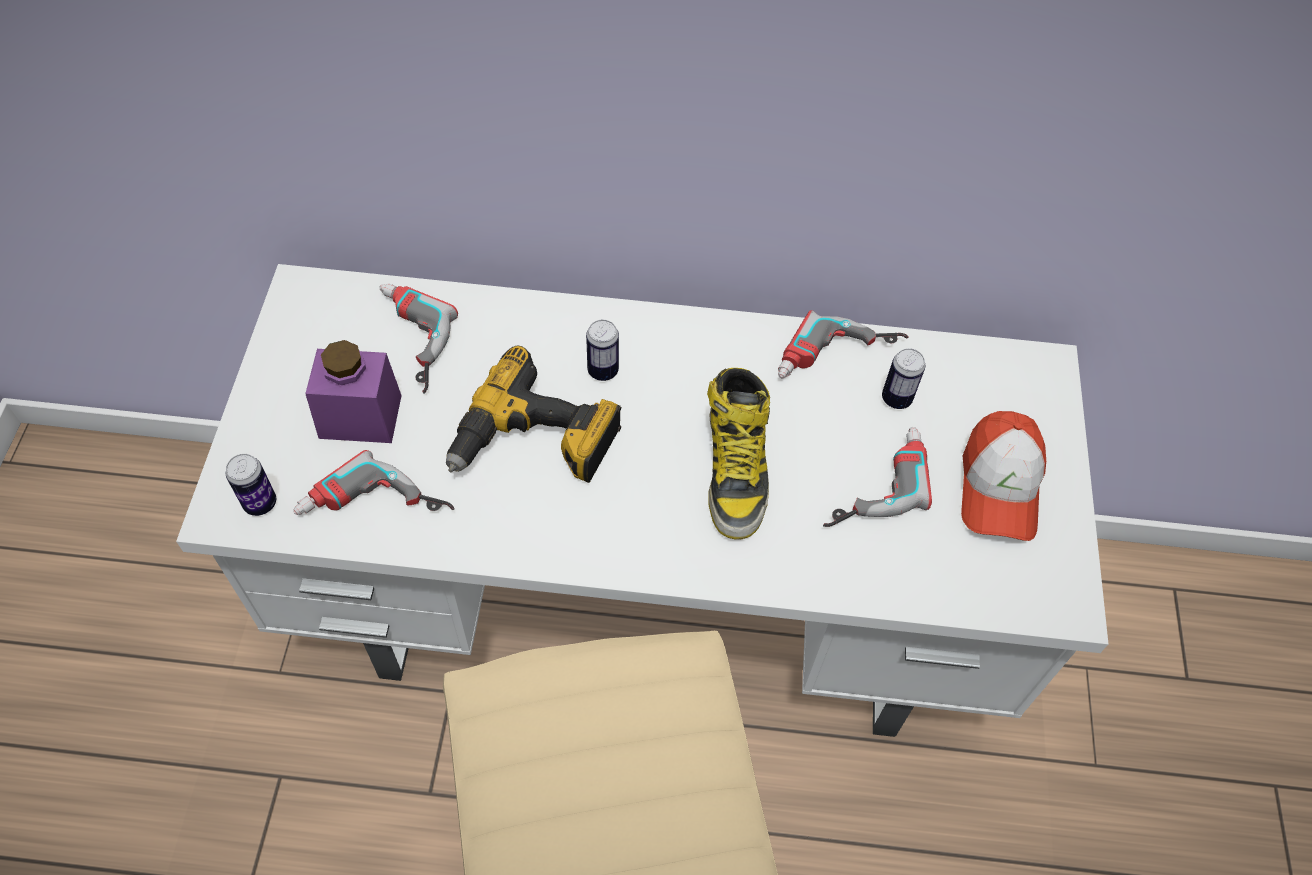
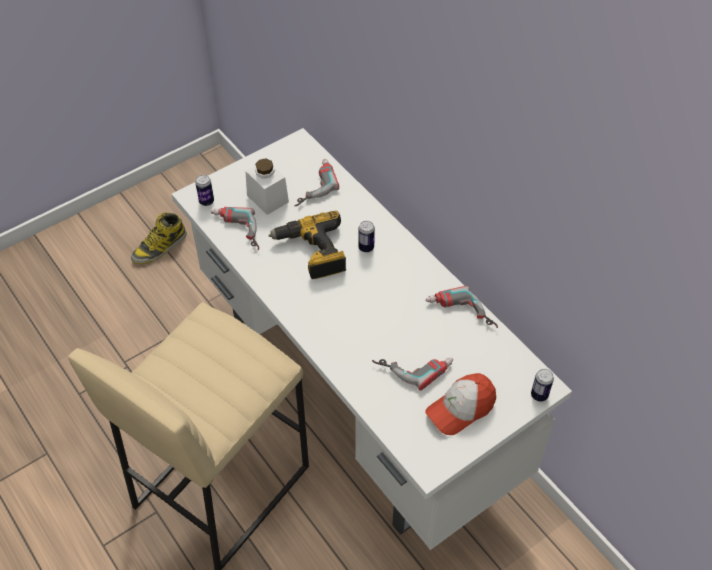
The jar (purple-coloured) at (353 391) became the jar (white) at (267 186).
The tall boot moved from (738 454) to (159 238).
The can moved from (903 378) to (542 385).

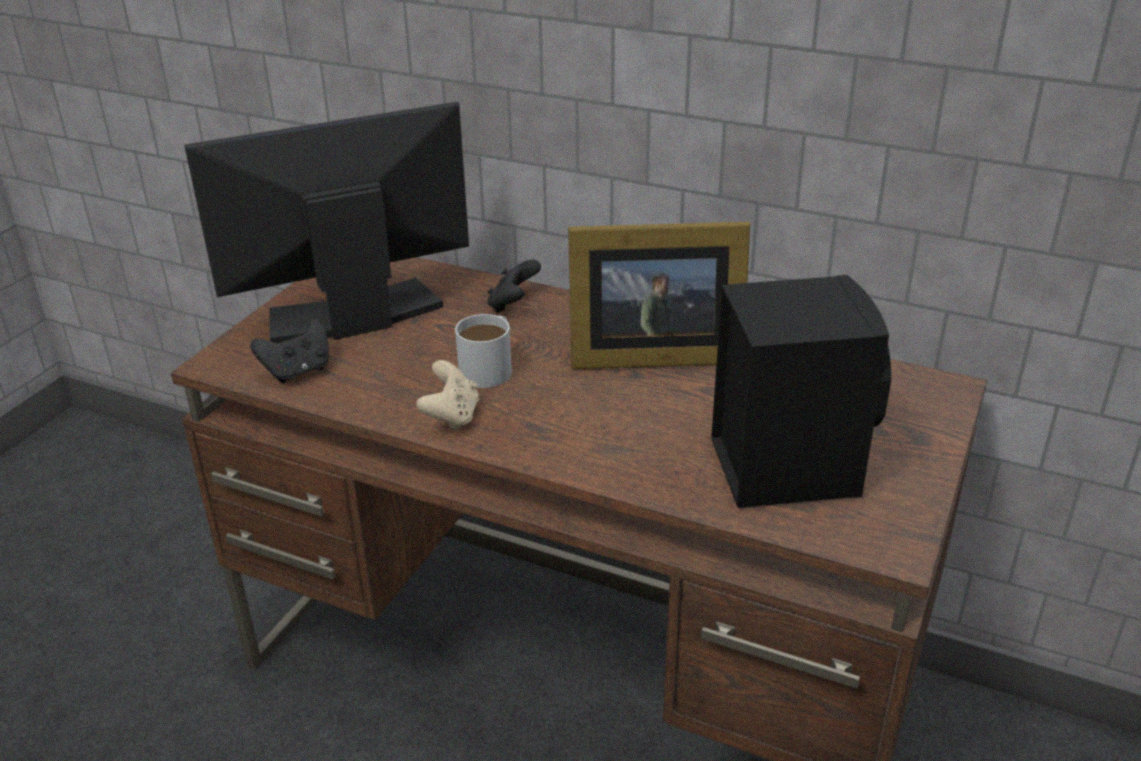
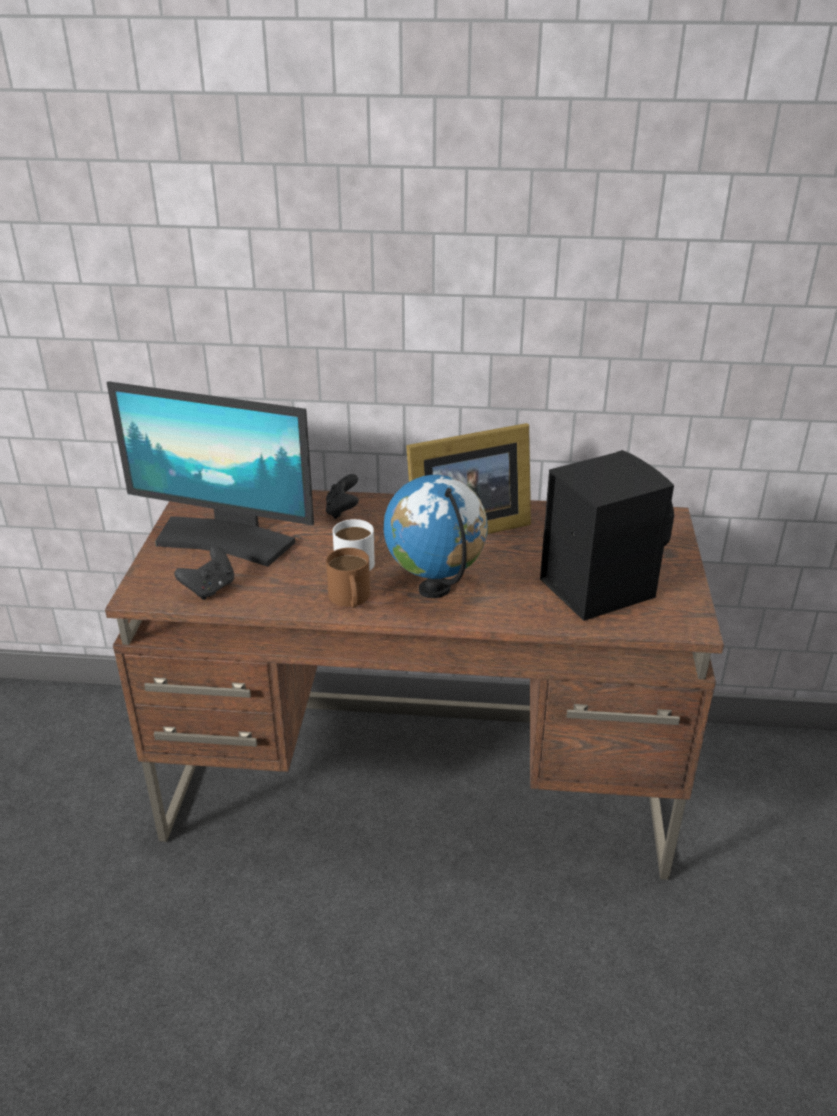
The computer screen at (326 222) turned 120 degrees counterclockwise.
The joypad (sand-coloured) at (447 395) was replaced by the tea mug (brownish) at (348 578).
The desk globe at (435 536) appeared.

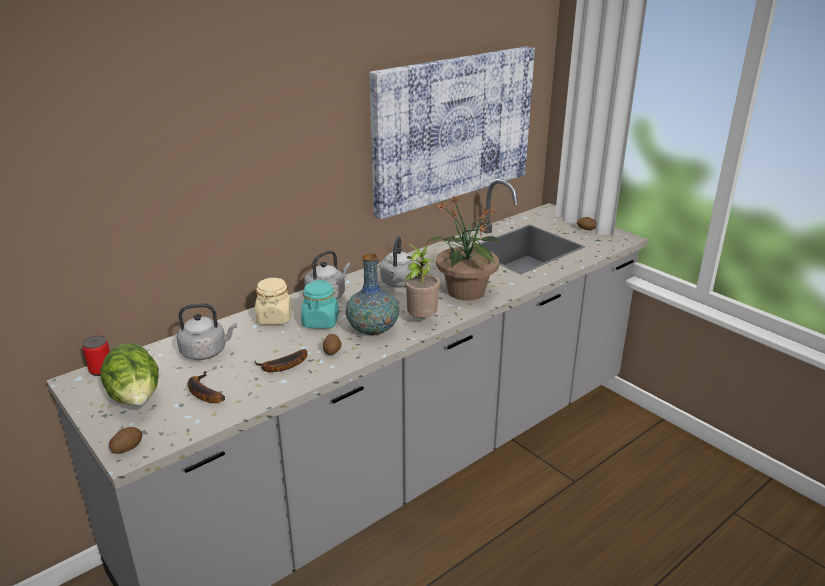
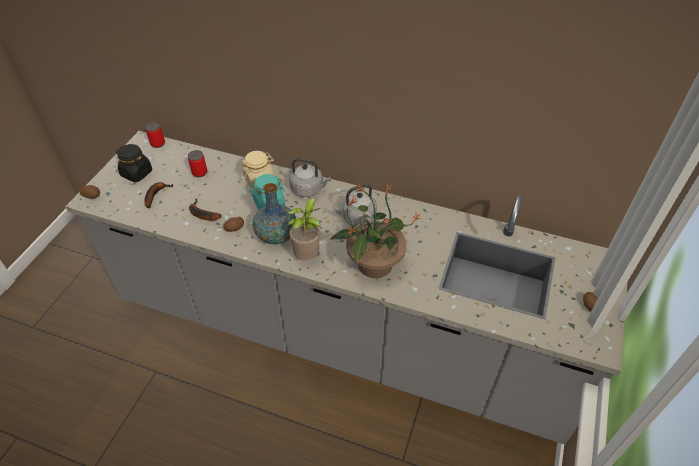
The lettuce head at (129 374) was replaced by the jar (black-coloured) at (134 163).
The tea kettle (grey) at (207 331) was replaced by the can at (197 163).
The wall art at (452 132) disappeared.

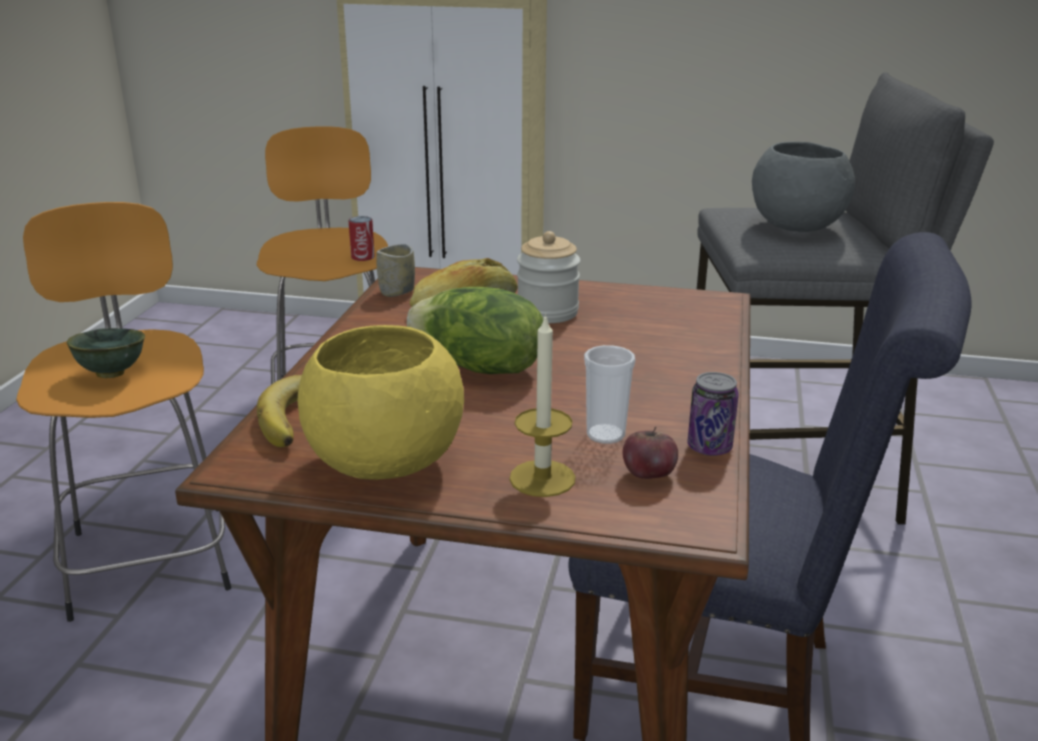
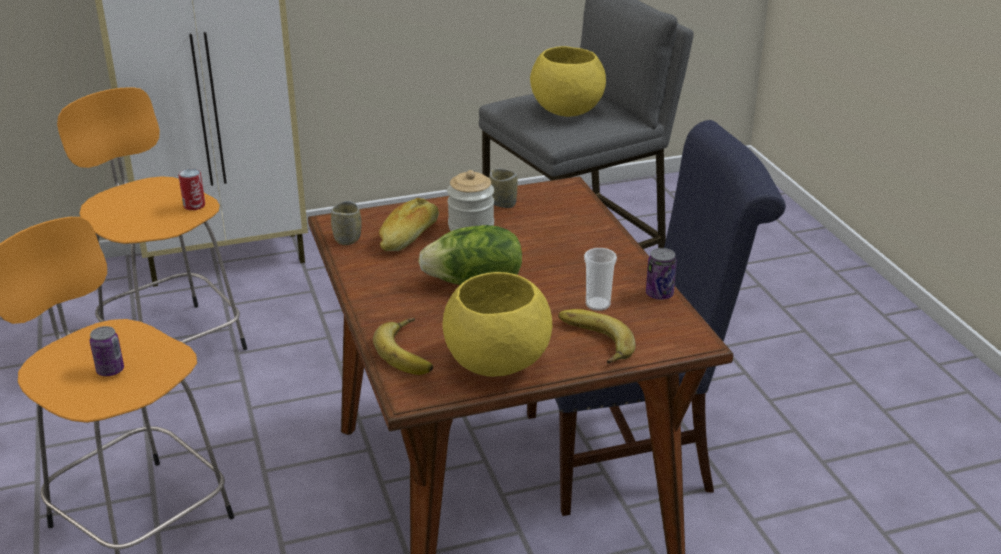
The deep dish (green-coloured) at (106 353) was replaced by the can at (107 351).
The wax candle at (542 405) was replaced by the banana at (597 336).
The apple fruit at (650 453) disappeared.
The deep dish (grey) at (803 187) became the deep dish (yellowish) at (568 81).
The cup at (503 188) appeared.

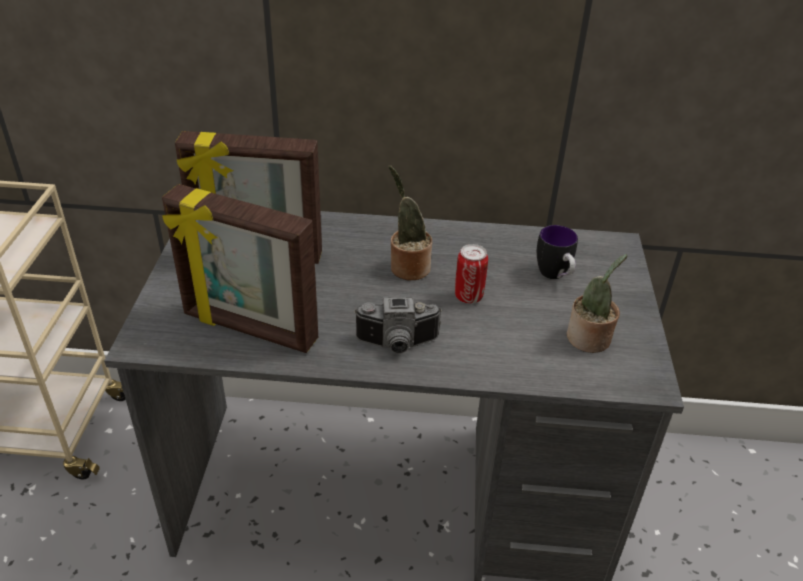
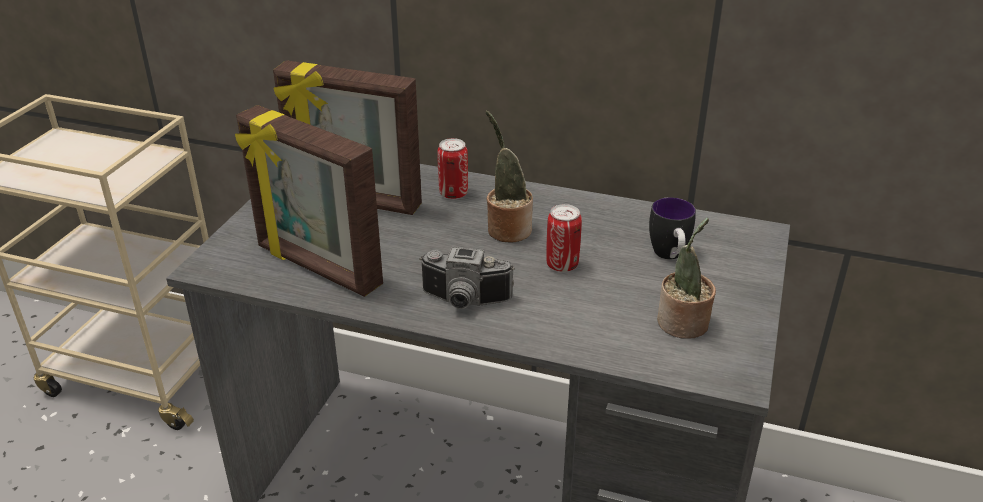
The can at (452 168) appeared.

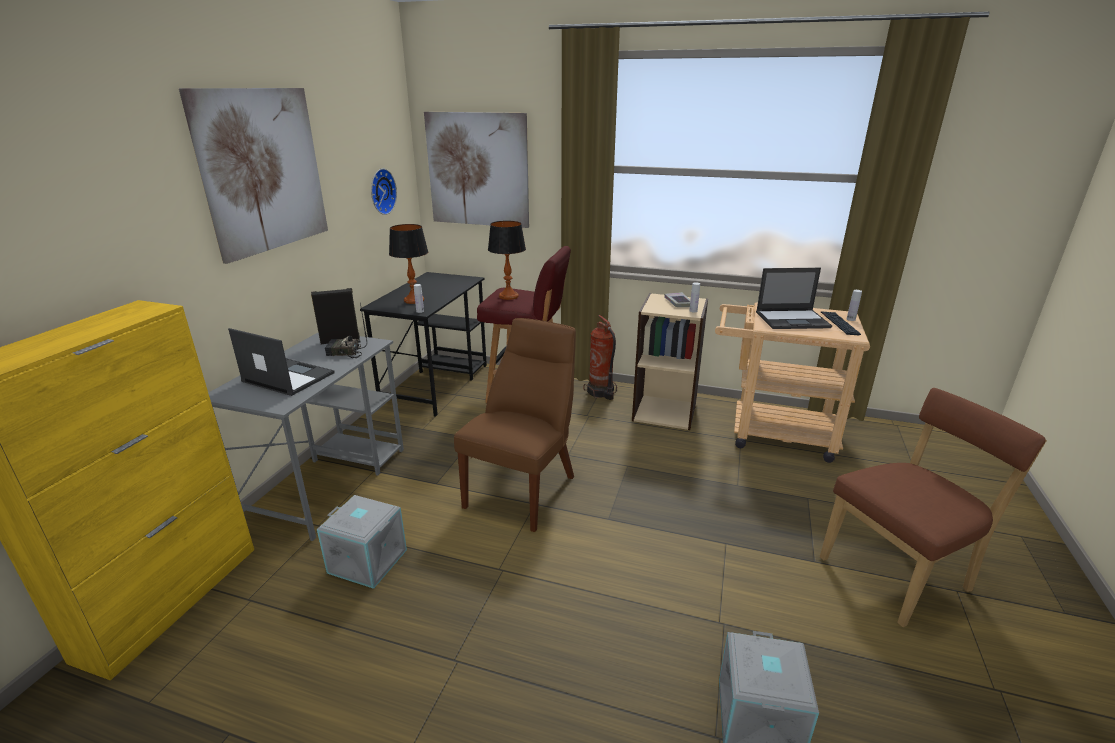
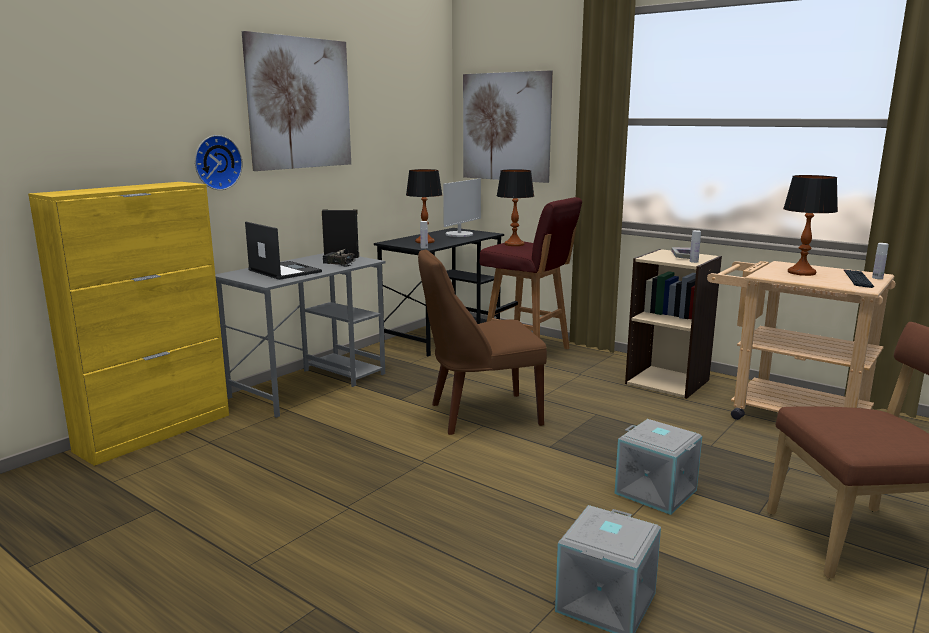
The storage bin (grey) moved from (362 542) to (658 467).
The clock on the wall moved from (384 191) to (219 162).
The chair (brownish) at (515 425) turned 150 degrees counterclockwise.
The fire extinguisher at (600 357) disappeared.
The portable computer at (794 298) was replaced by the tabletop lamp at (810 225).
The computer screen at (462 207) appeared.

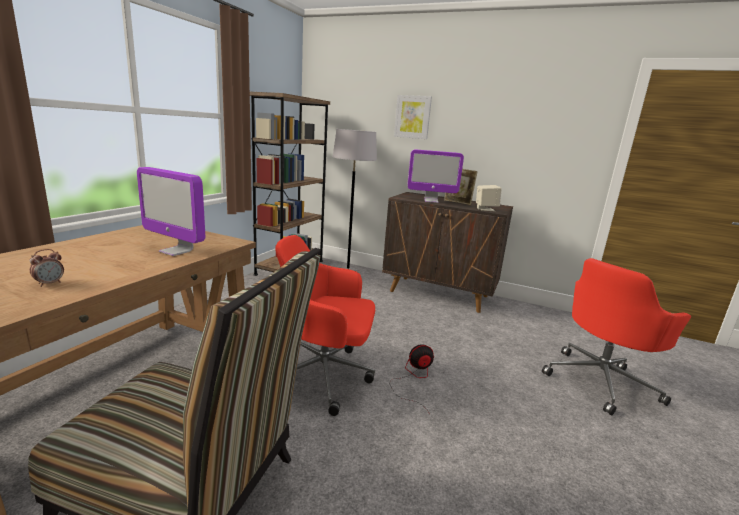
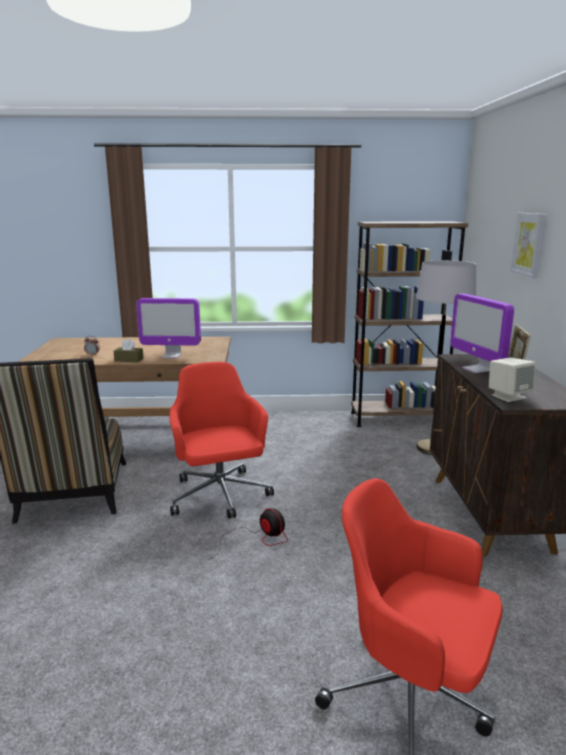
The computer screen at (171 211) turned 90 degrees counterclockwise.
The tissue box (brownish) at (129 350) appeared.

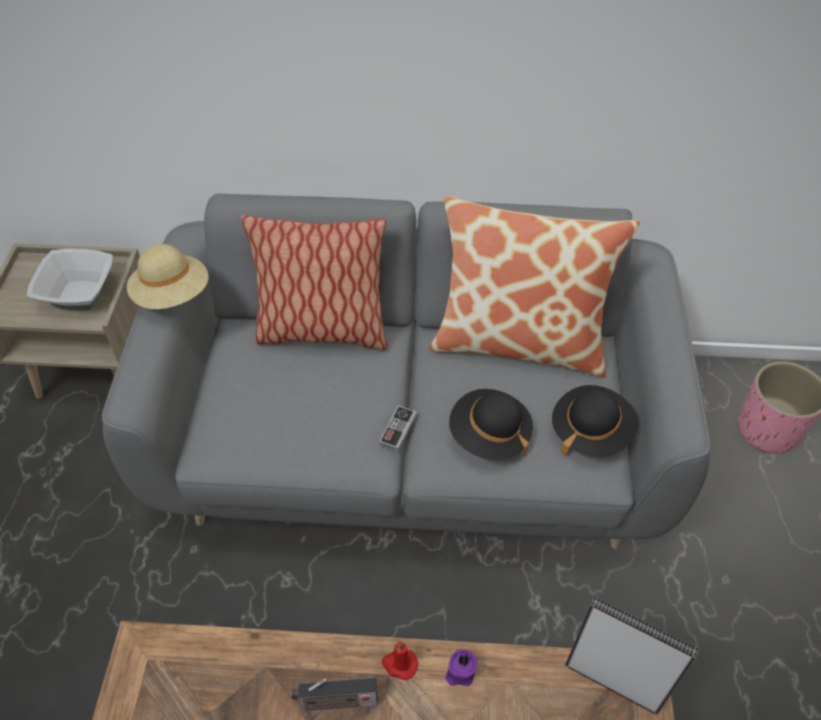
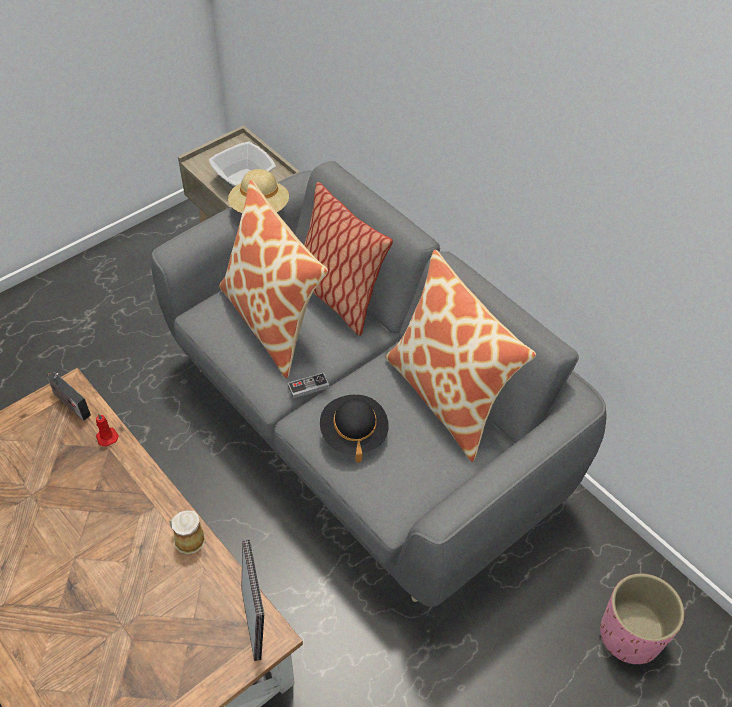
The radio receiver moved from (334 694) to (69 396).
The wax candle (reddish) moved from (400 660) to (107 429).
The wax candle (purple-coloured) at (461 667) was replaced by the tea mug at (187 532).
The wearable hat (black-coloured) at (595 421) disappeared.
The throw pillow at (273 279) appeared.

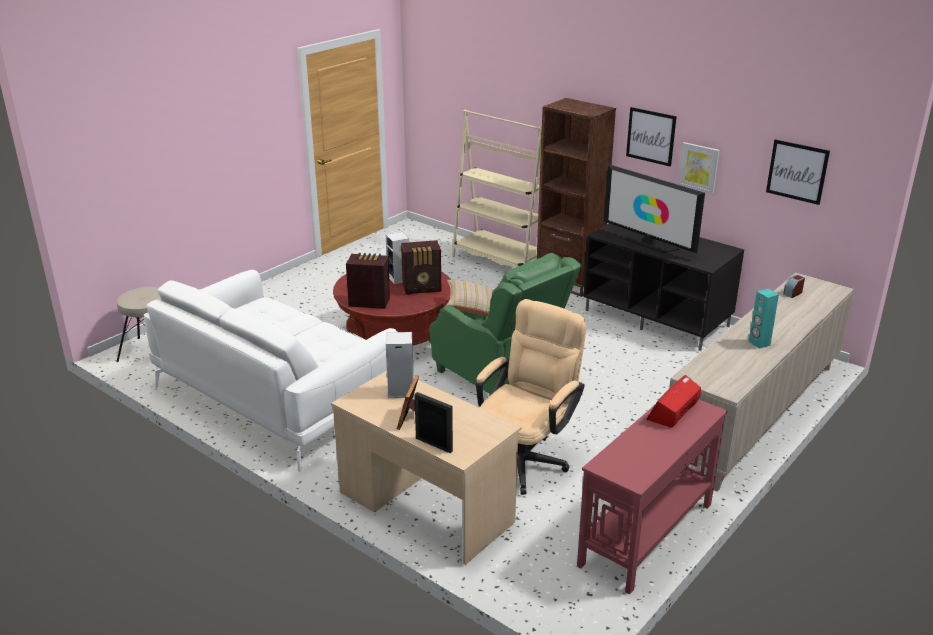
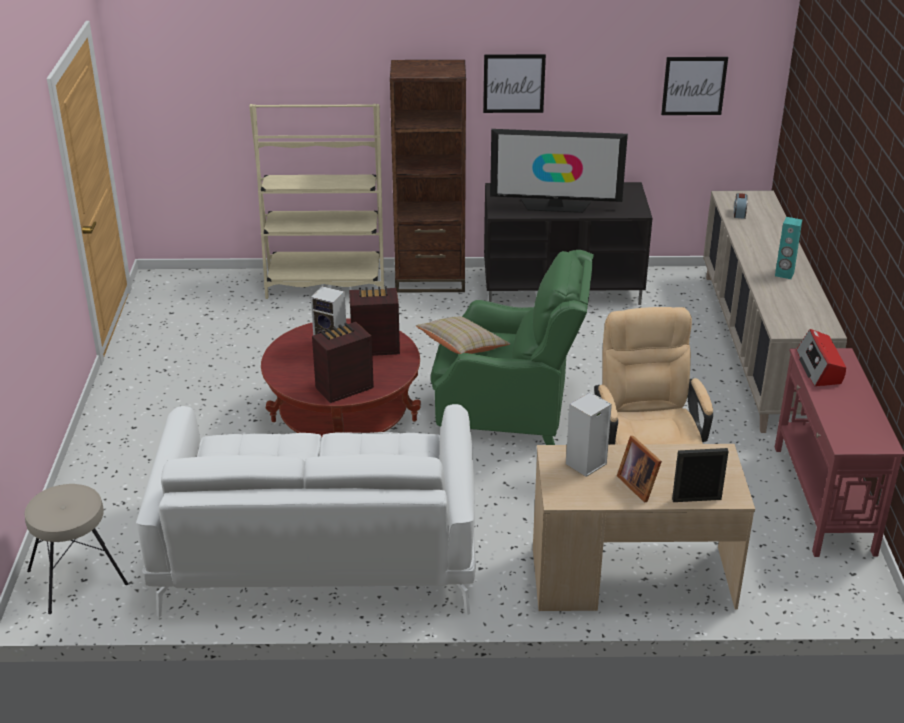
The radio receiver at (421 267) turned 135 degrees counterclockwise.
The wall art at (699 168) disappeared.

